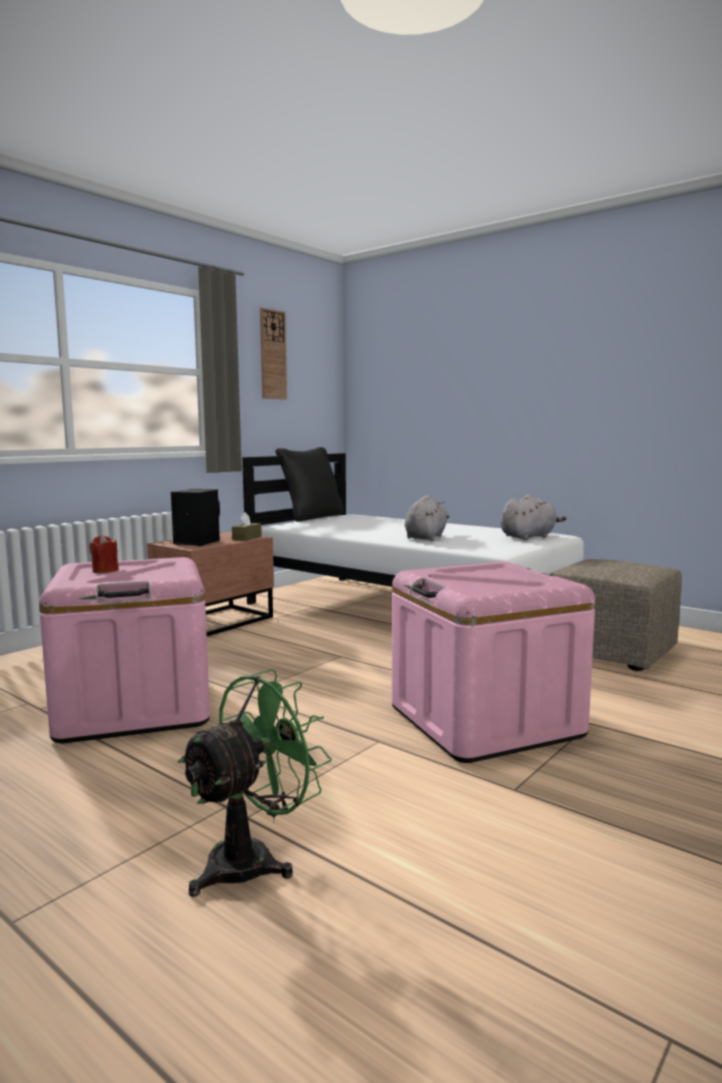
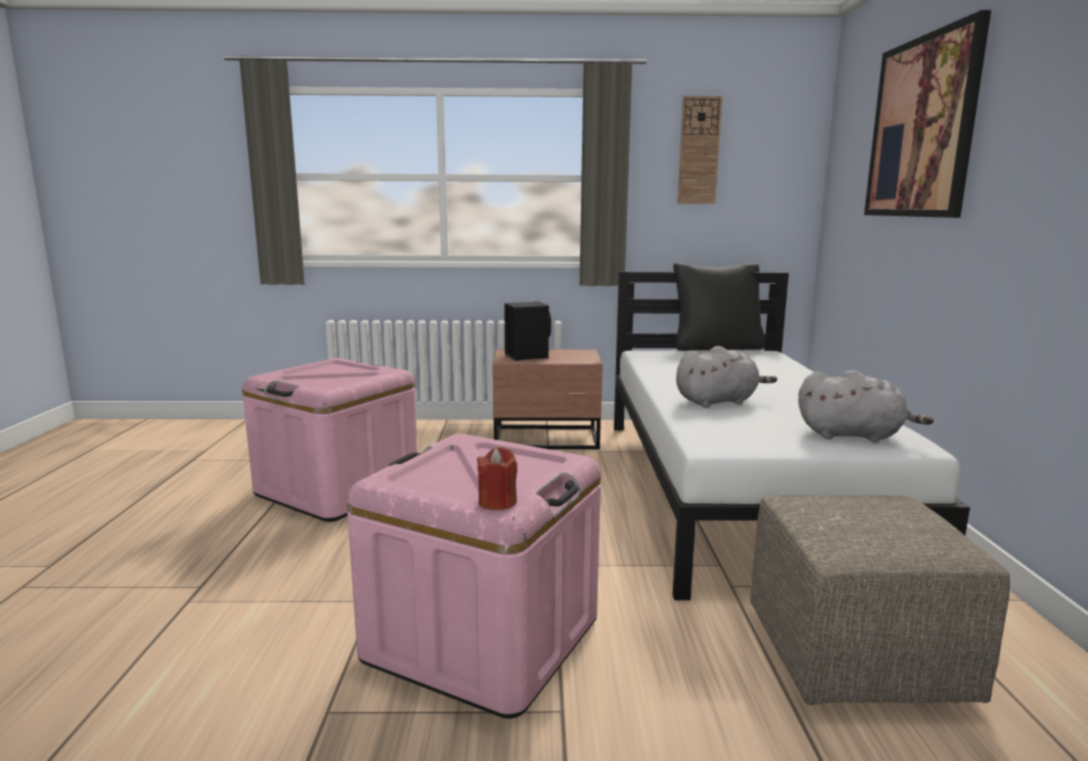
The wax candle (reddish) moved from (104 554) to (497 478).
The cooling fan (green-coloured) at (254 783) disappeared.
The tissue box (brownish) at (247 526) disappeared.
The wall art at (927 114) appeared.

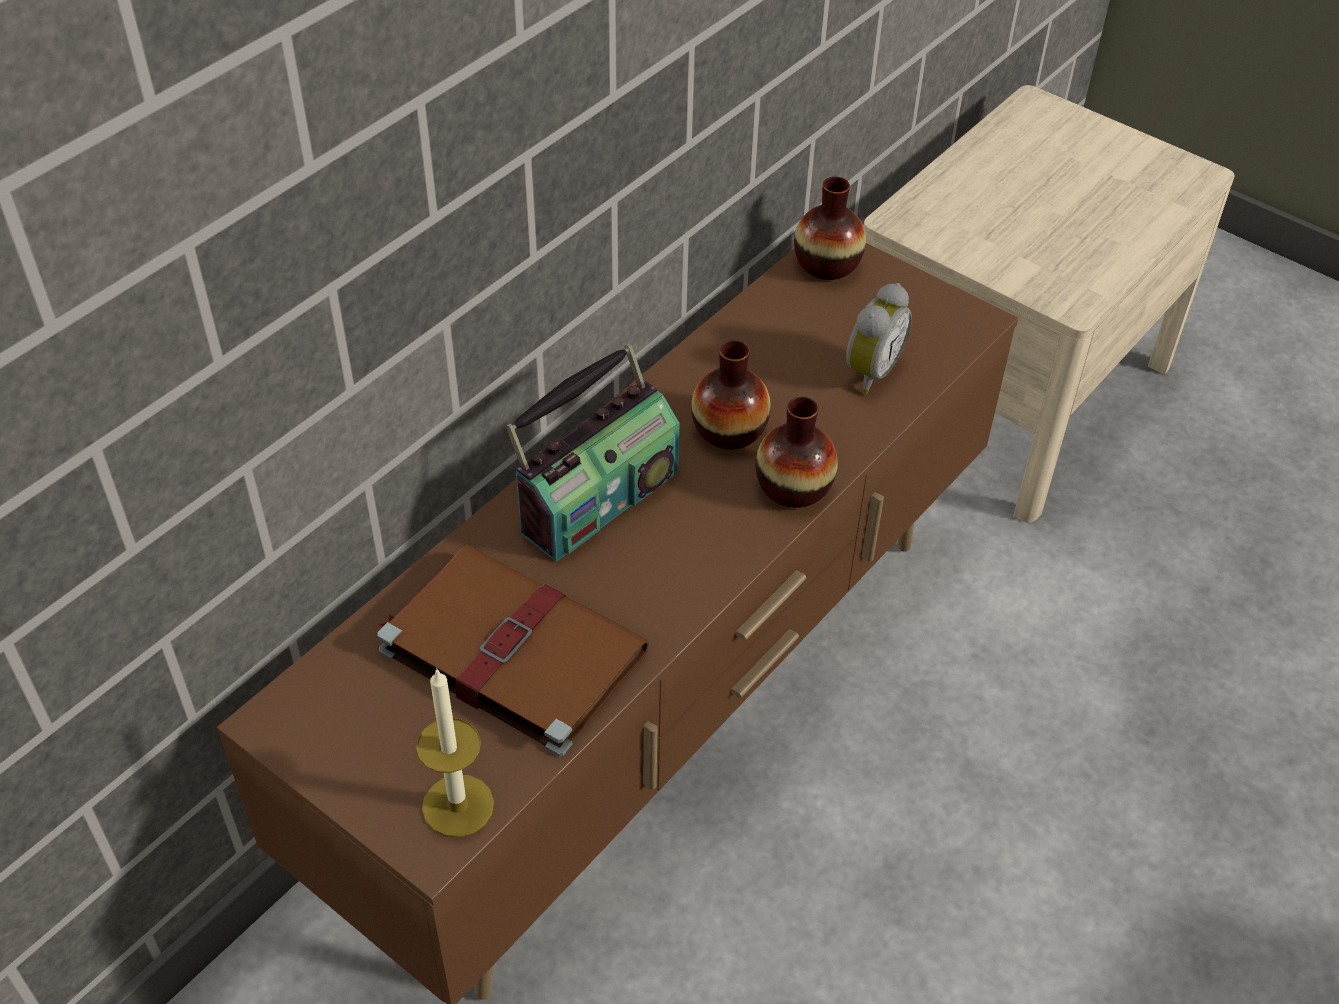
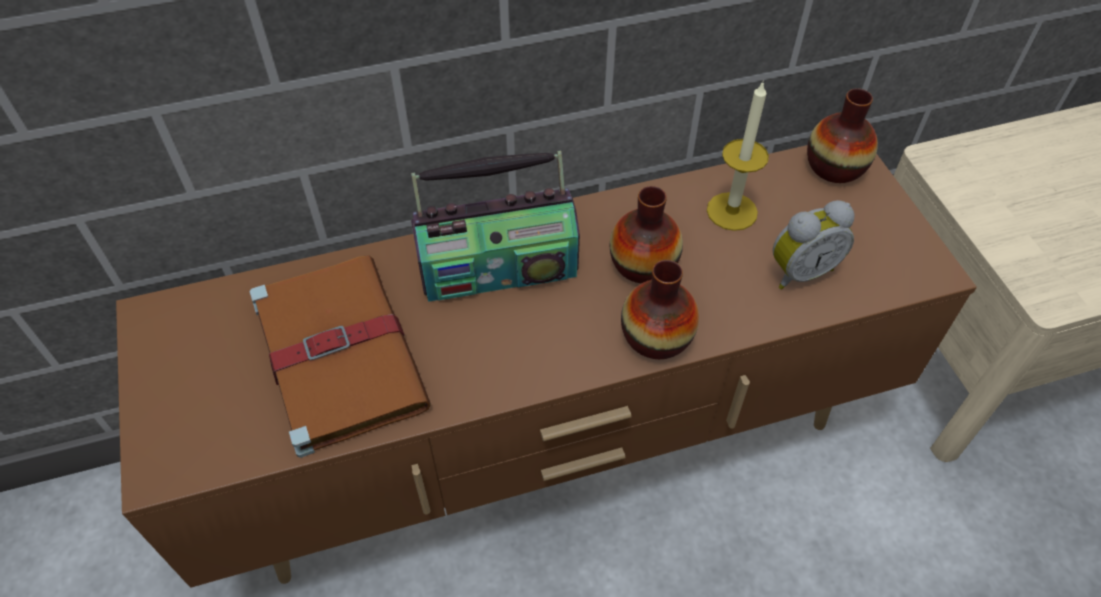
The wax candle moved from (455 752) to (738 156).

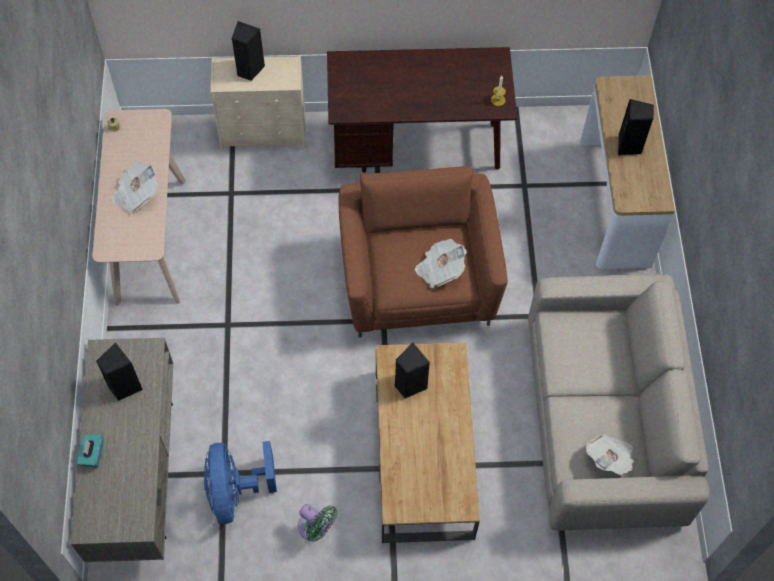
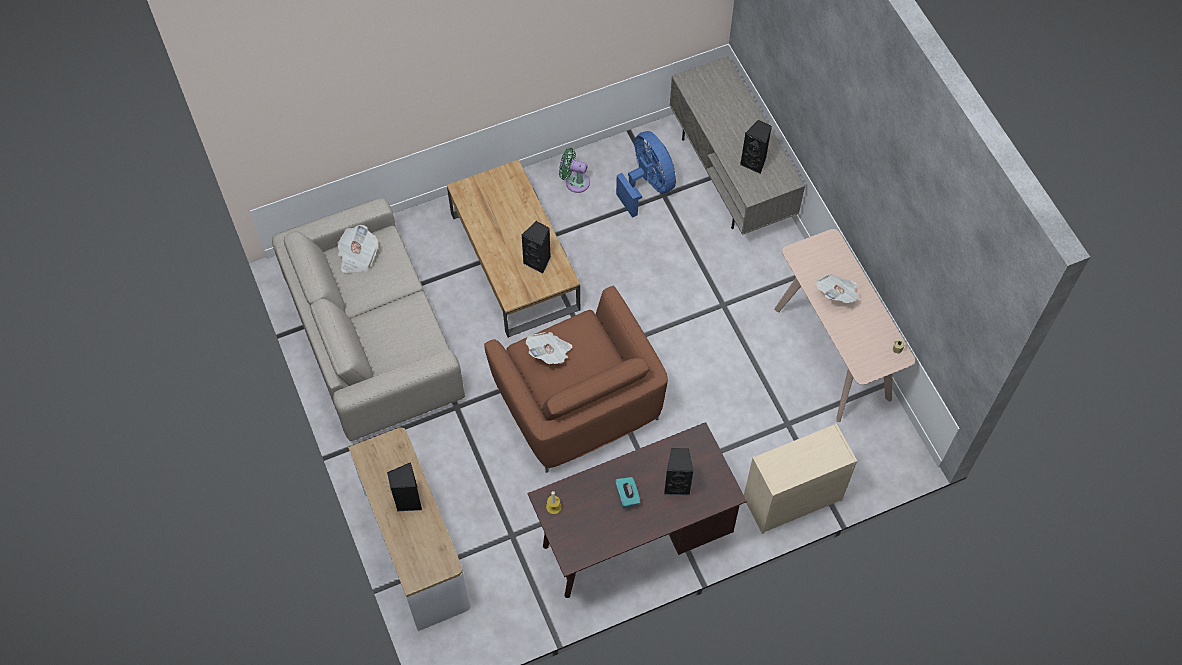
The tissue box (turquoise-coloured) moved from (90 451) to (627 493).
The audio speaker (black-coloured) moved from (248 51) to (679 471).

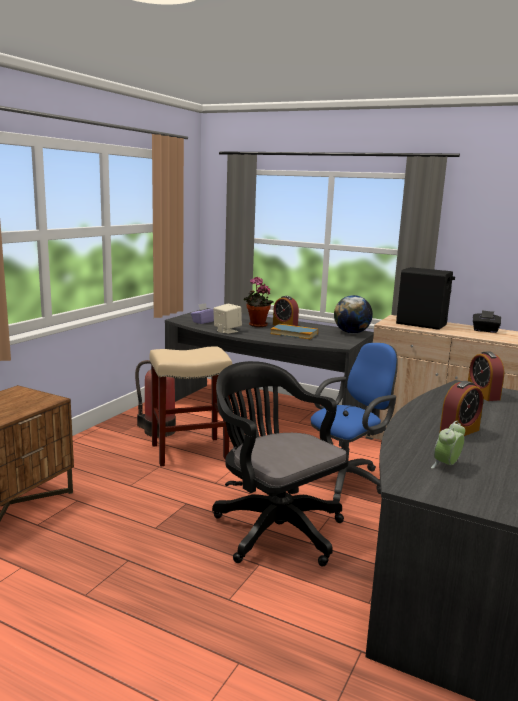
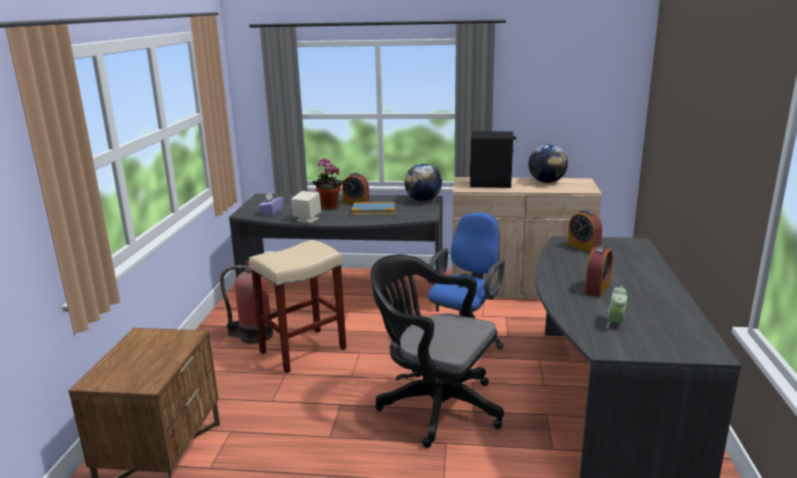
The tissue box (black-coloured) at (487 321) was replaced by the desk globe at (548 163).

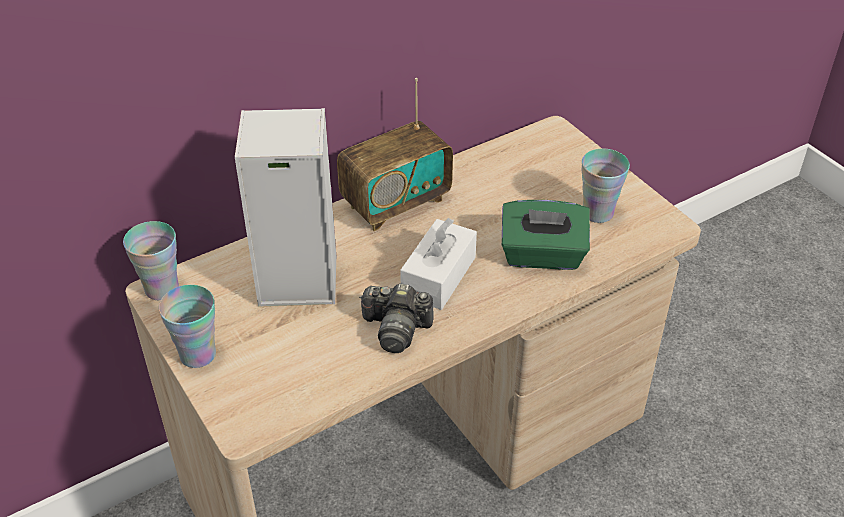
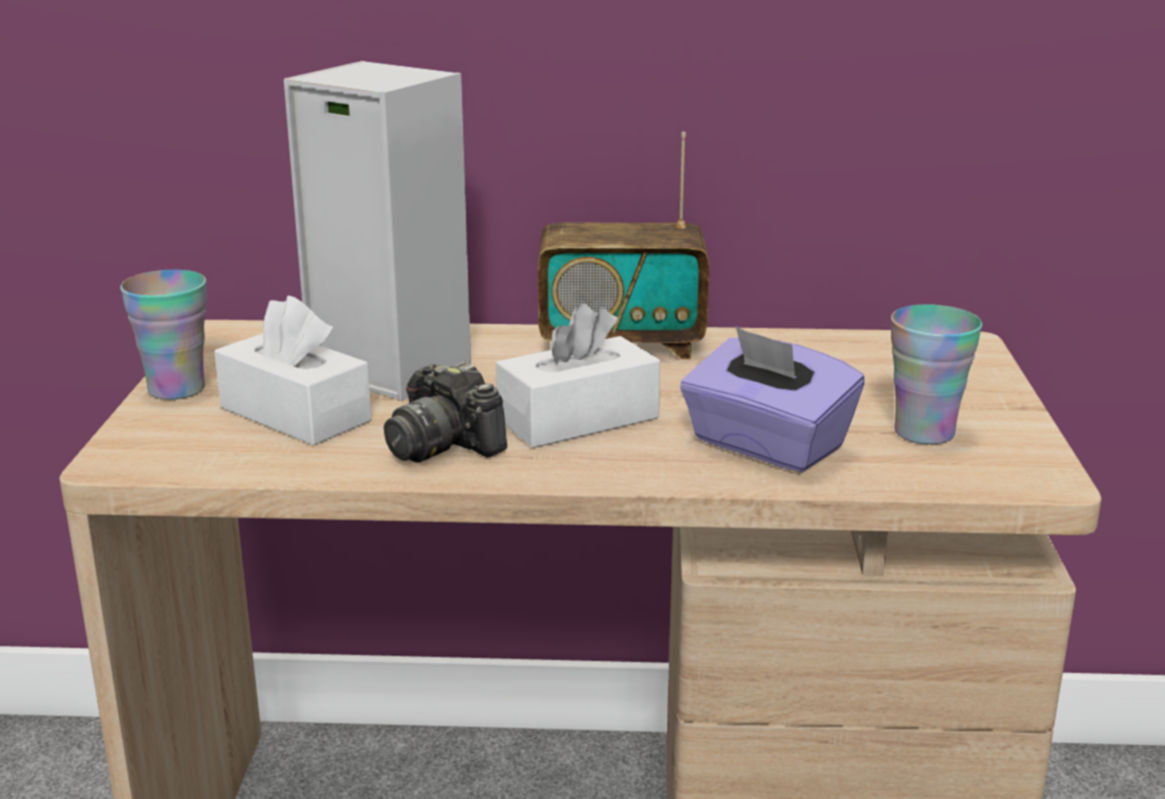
The cup at (151 260) disappeared.
The tissue box (green-coloured) at (546 235) became the tissue box (purple-coloured) at (772 399).
The tissue box (white) at (293 370) appeared.

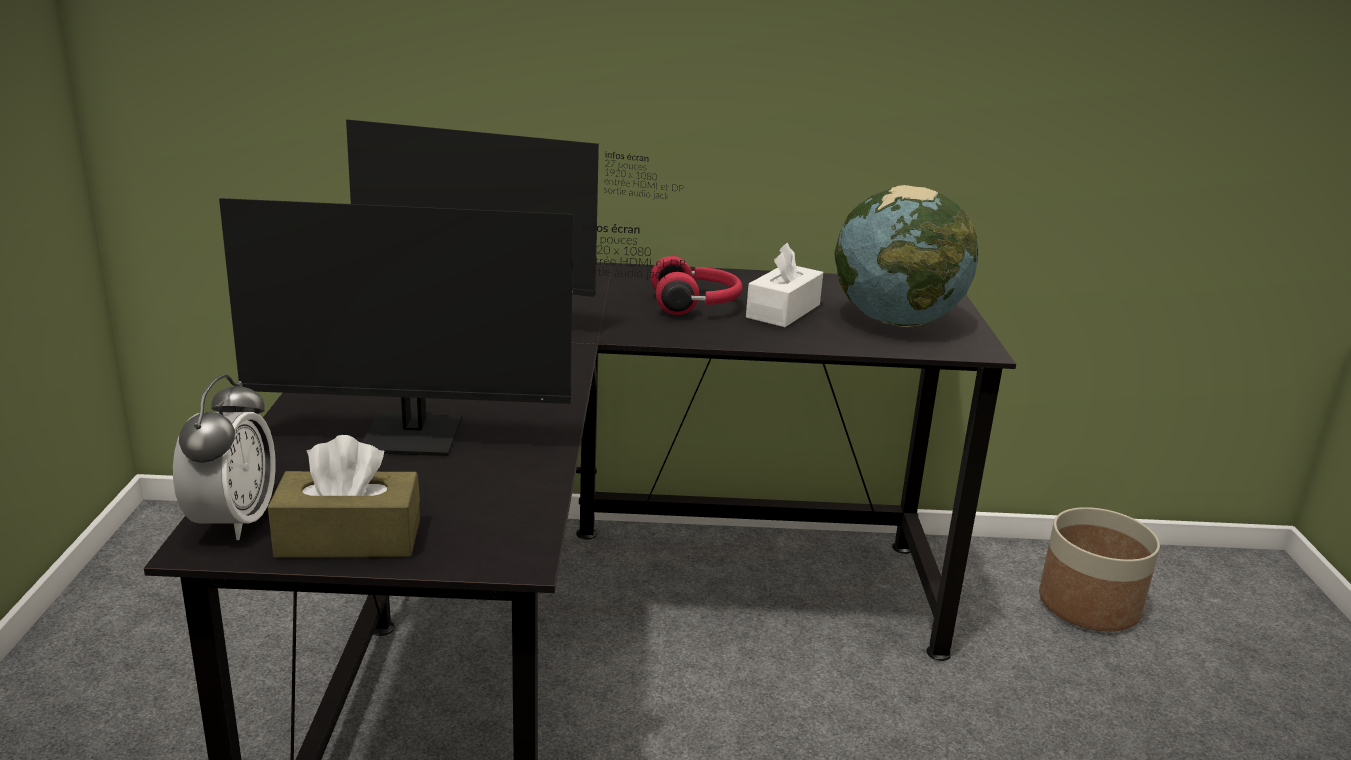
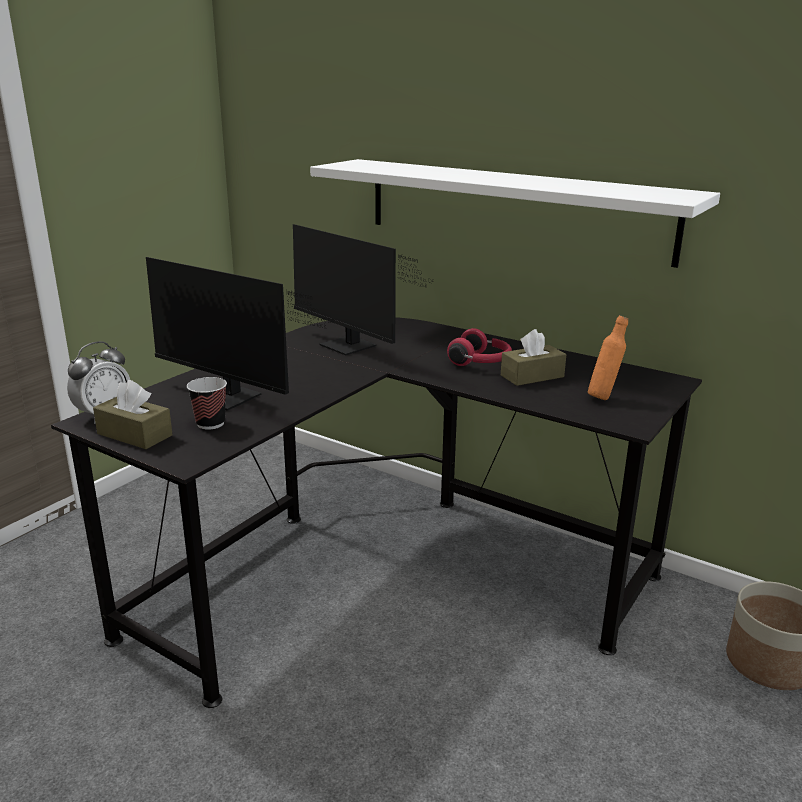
The tissue box (white) at (784 285) became the tissue box (brownish) at (534 357).
The desk globe at (906 256) was replaced by the drink bottle (orangey) at (608 357).
The cup at (207 403) appeared.
The wall shelf (white) at (515 213) appeared.

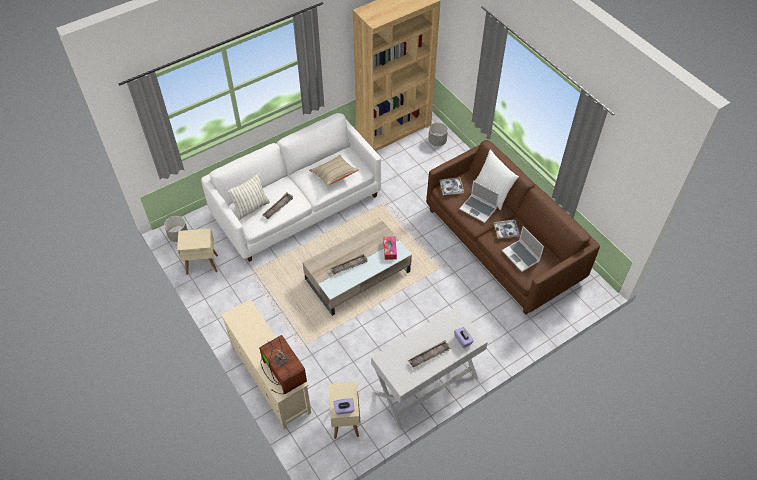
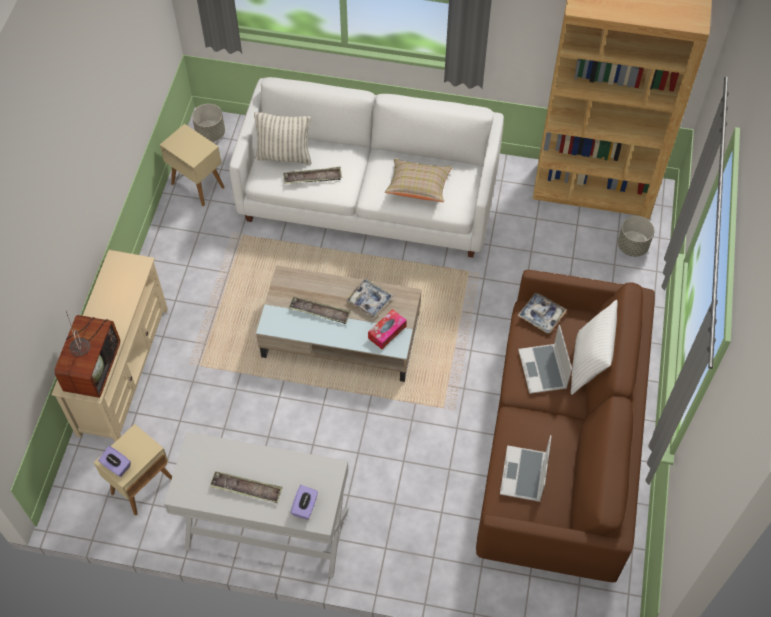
The serving tray moved from (507 229) to (369 298).

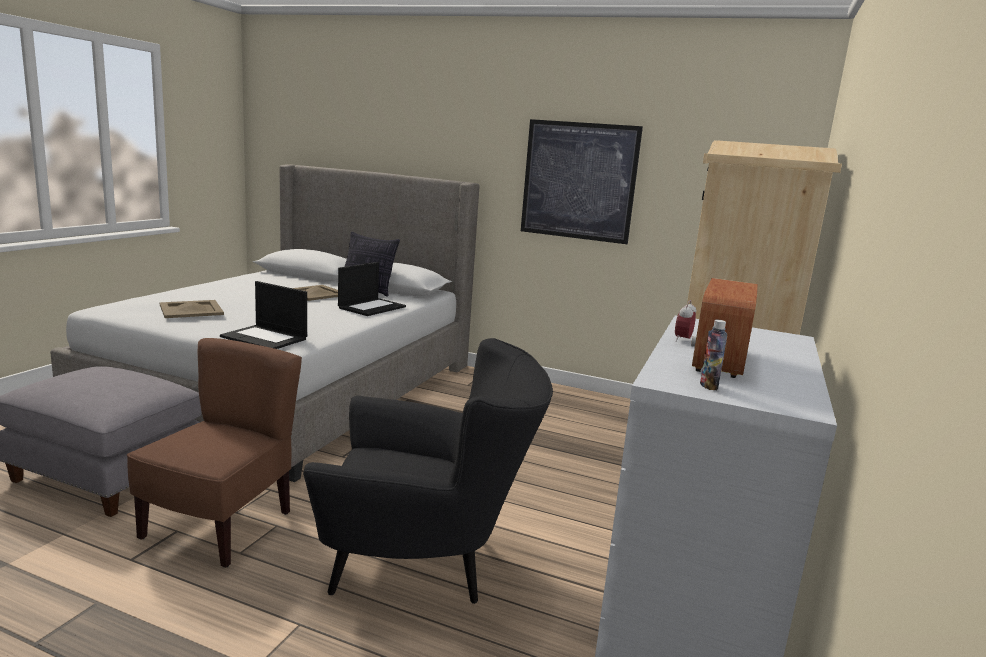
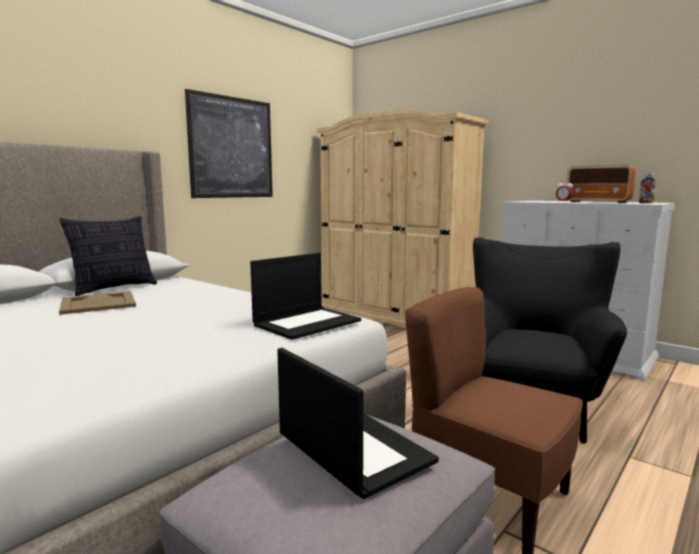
The serving tray (sand-coloured) at (192 309) disappeared.
The portable computer moved from (372 289) to (358 423).

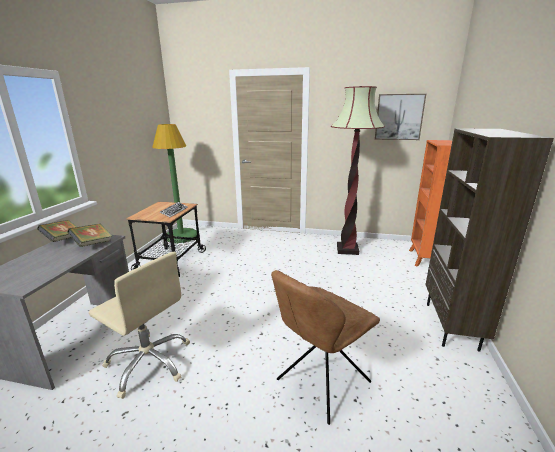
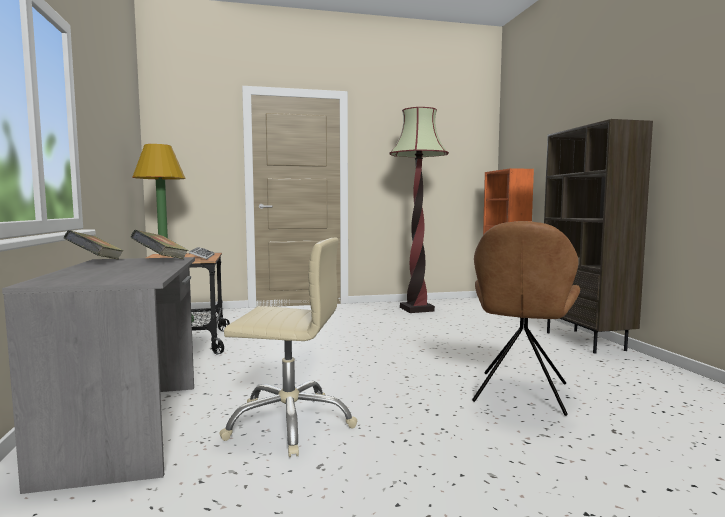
The wall art at (400 117) disappeared.

